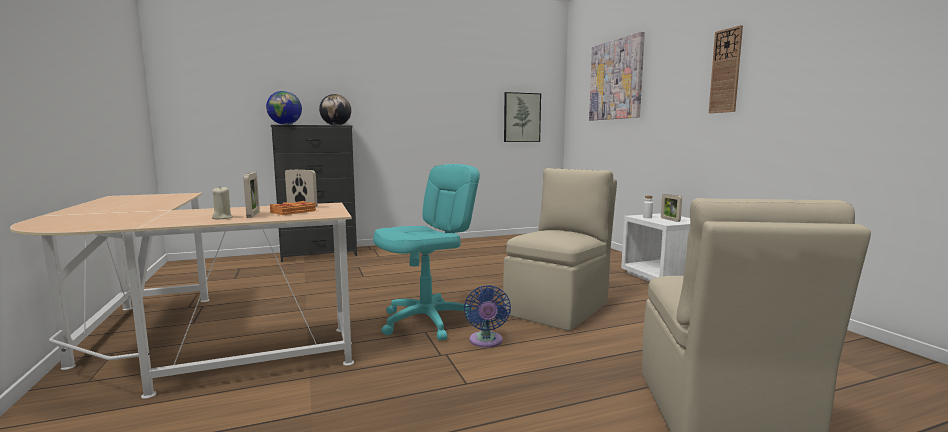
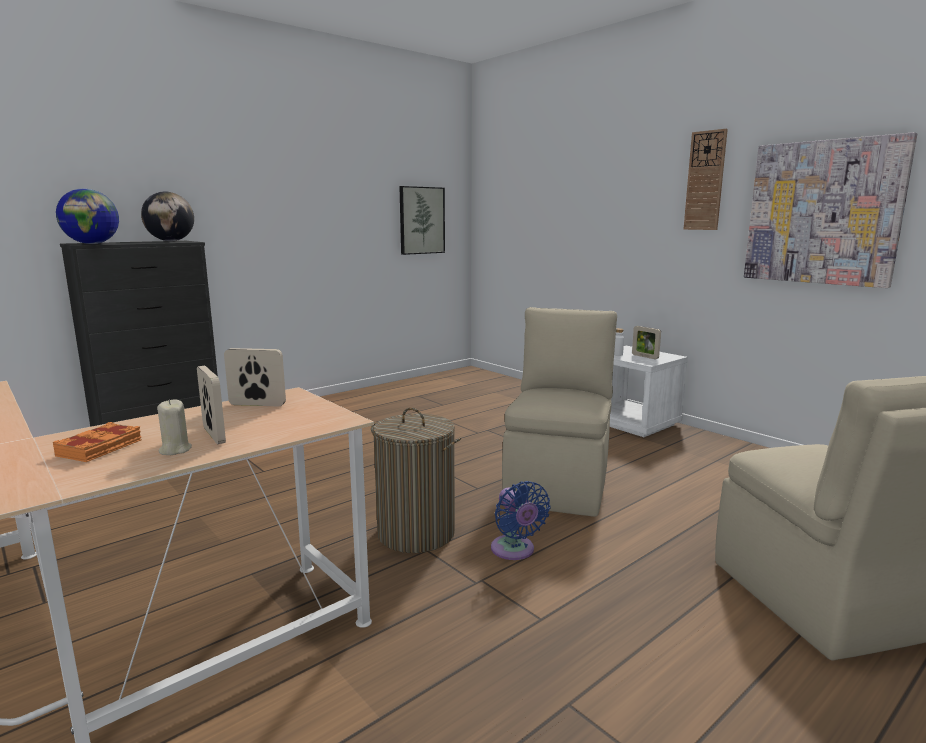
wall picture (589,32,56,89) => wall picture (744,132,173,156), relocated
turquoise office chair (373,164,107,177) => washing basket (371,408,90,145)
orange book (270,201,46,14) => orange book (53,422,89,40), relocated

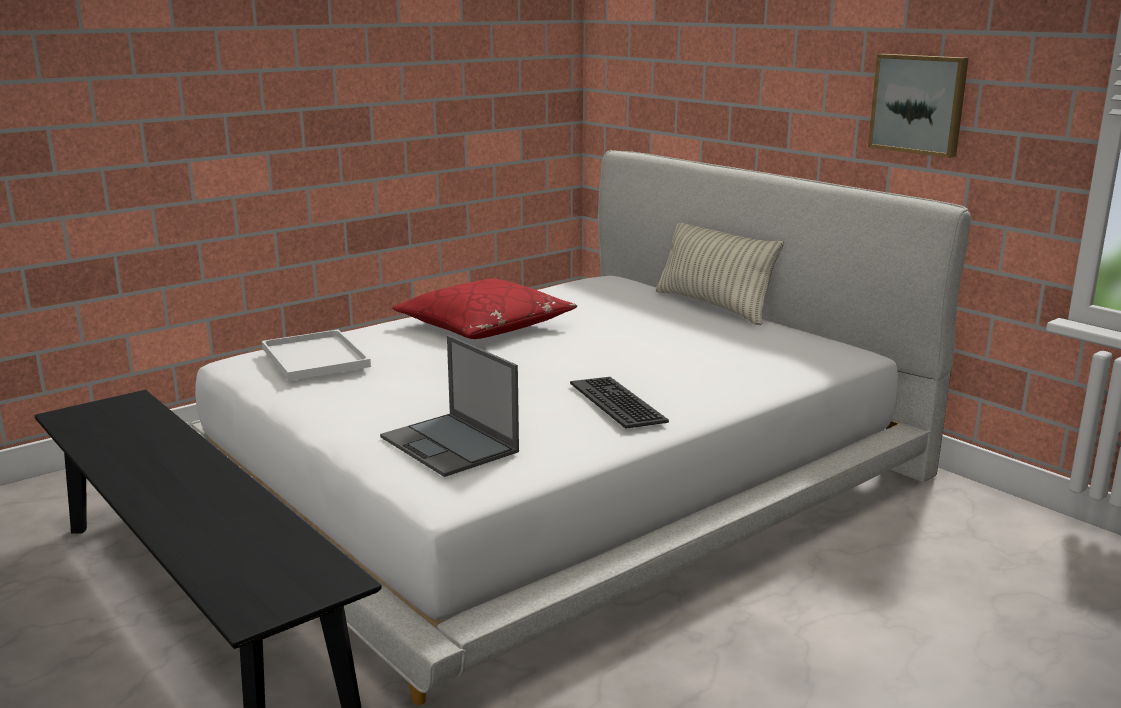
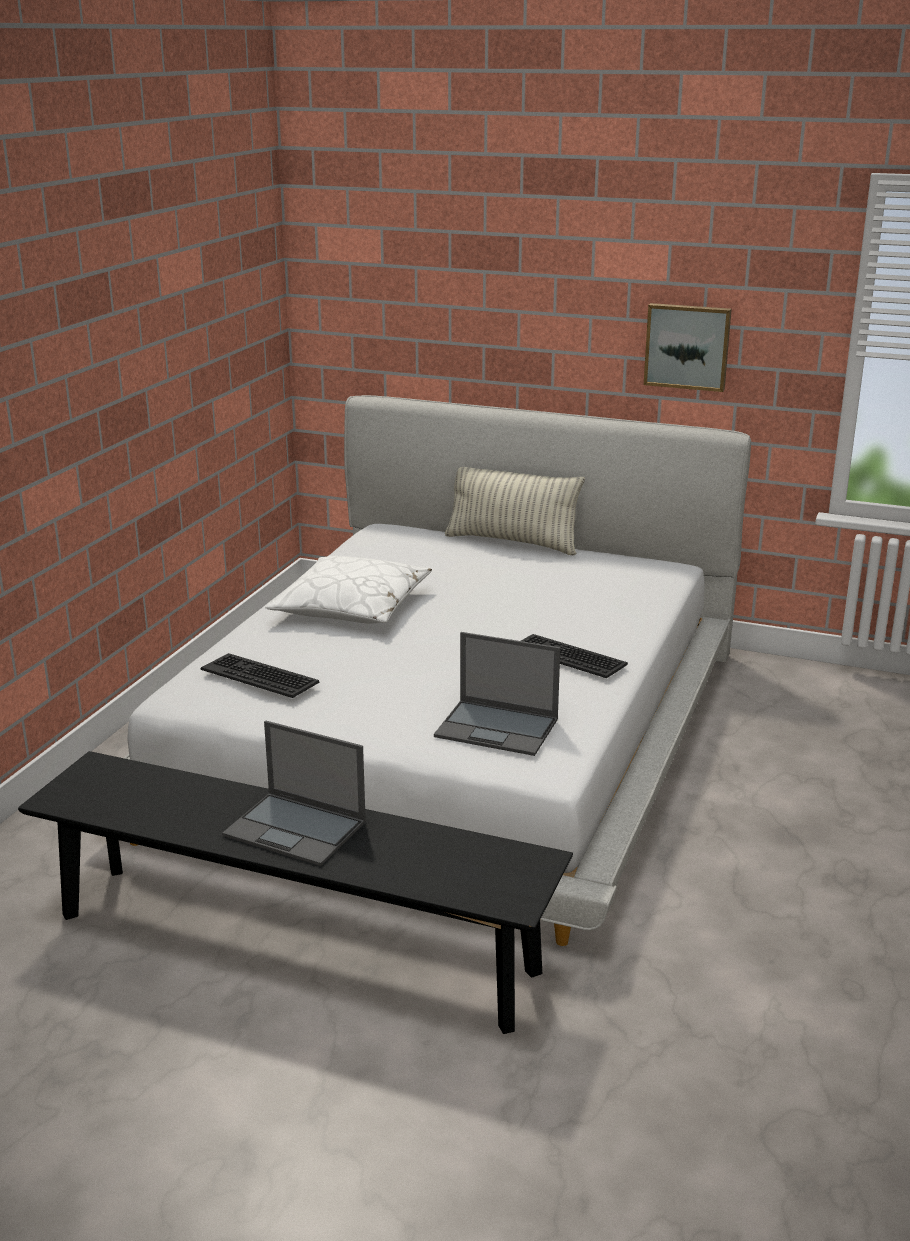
reddish cushion (392,279,185,60) => whitish cushion (265,556,167,67)
whitish carrying tray (262,330,109,51) => PC keyboard (201,653,118,45)
nothing => laptop (222,721,144,145)

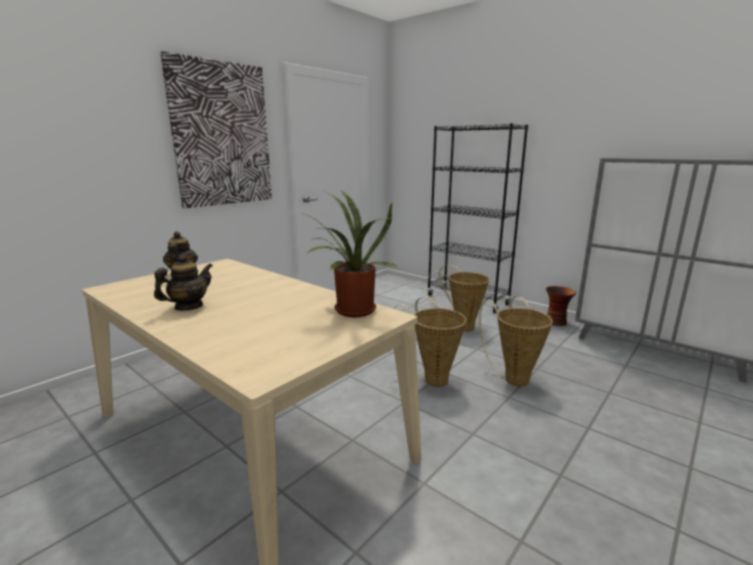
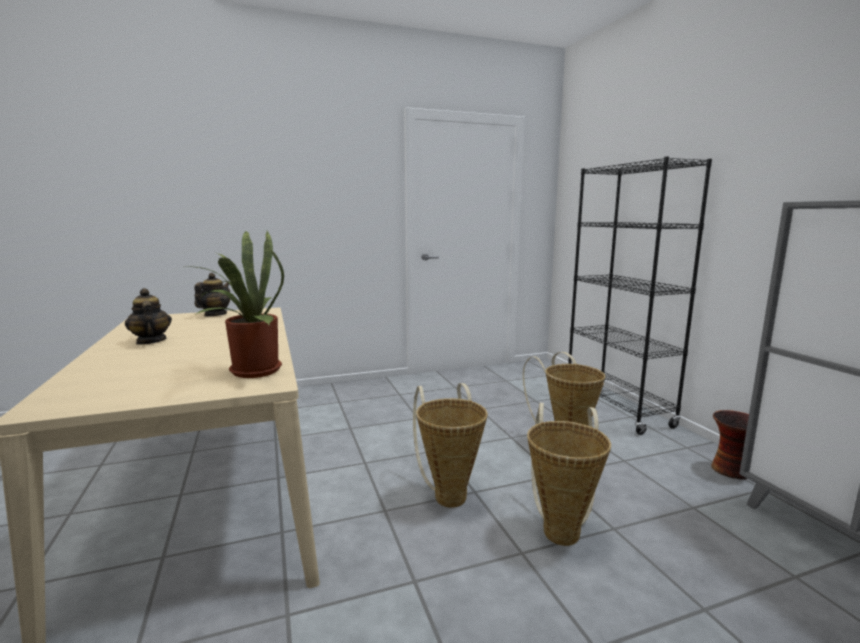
wall picture (160,51,112,157) => nothing
pot for tea (154,254,59,57) => pot for tea (125,288,47,57), 105 degrees counterclockwise

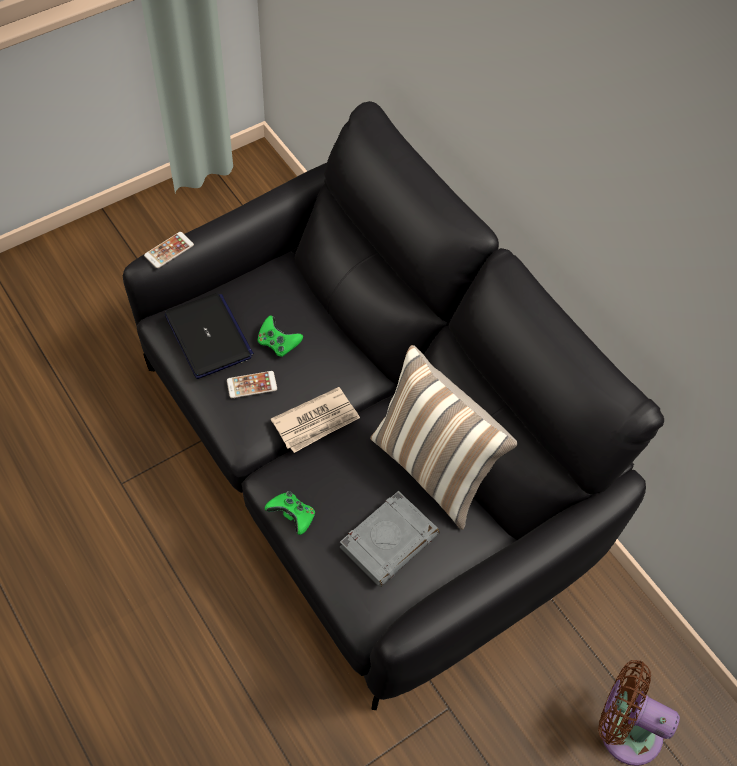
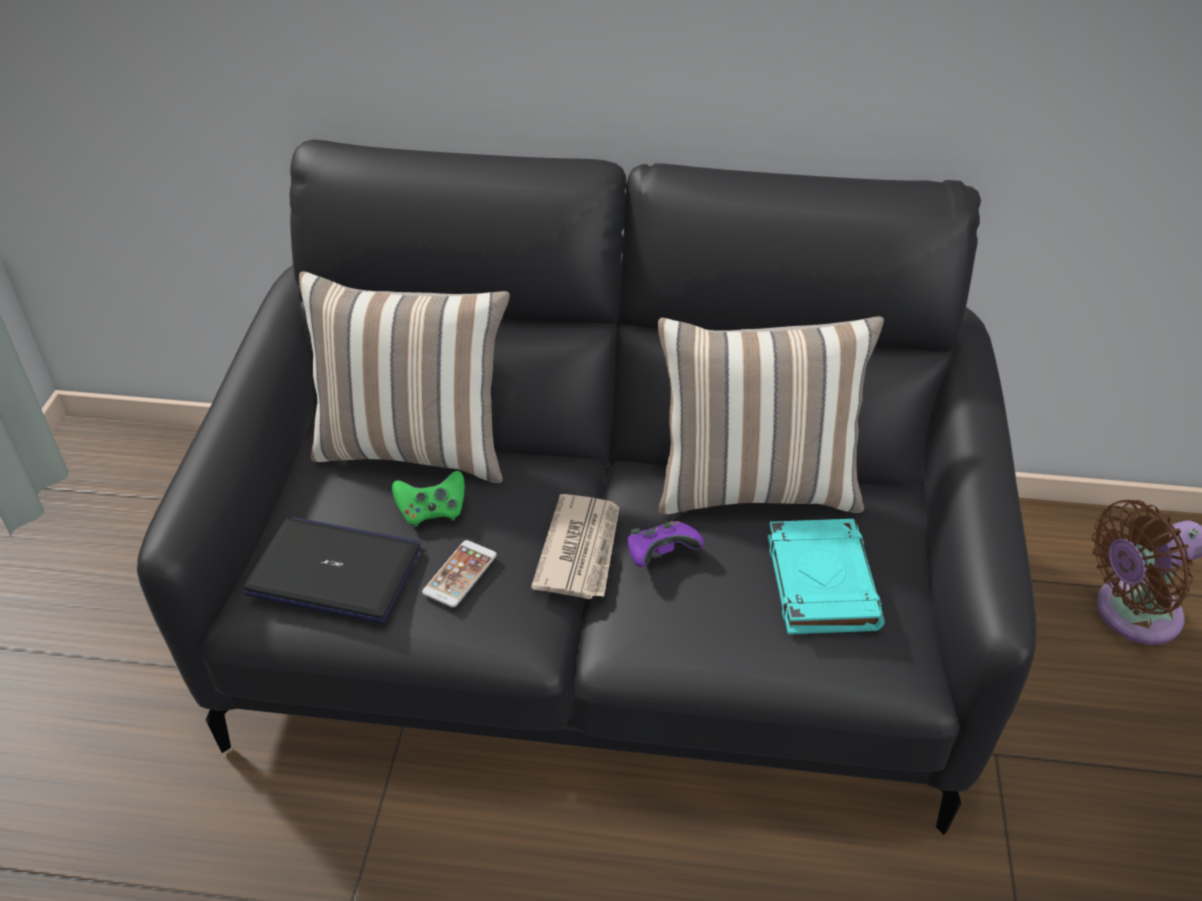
handset (144,232,50,36) => nothing
green-coloured gamepad (265,491,50,44) => nothing
gray book (340,491,99,96) => turquoise book (768,519,117,115)
nothing => cushion (299,271,211,212)
nothing => purplish gamepad (627,521,77,46)

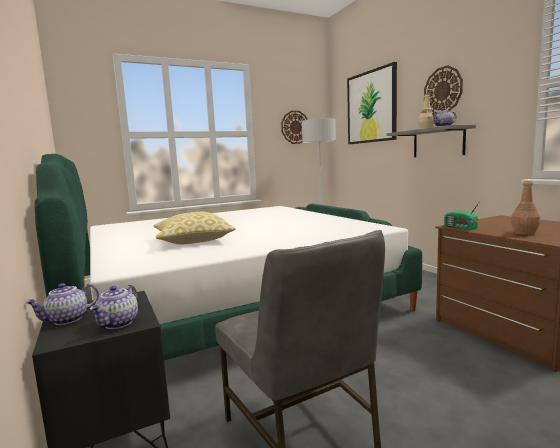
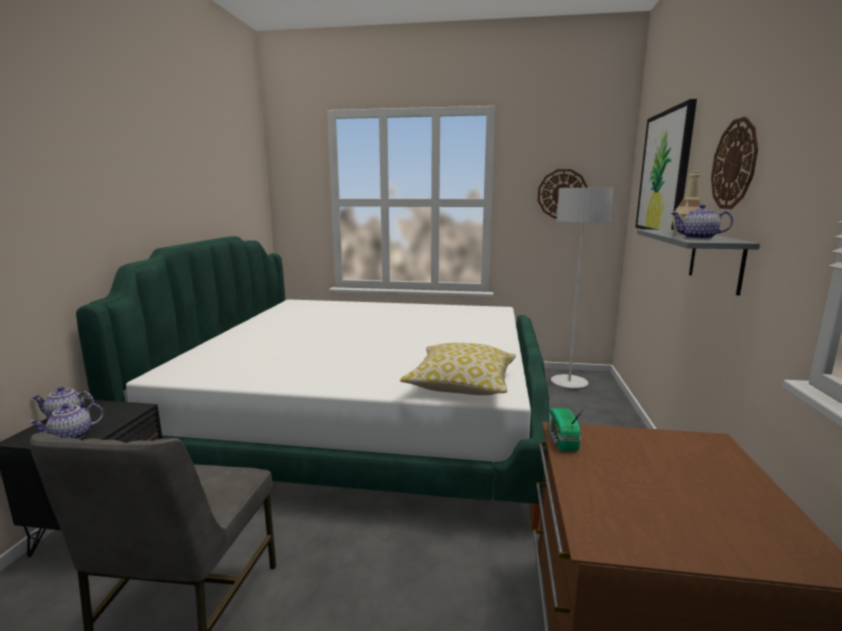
brown drink bottle (511,180,29,55) => nothing
cushion (153,212,83,32) => cushion (400,343,116,52), relocated

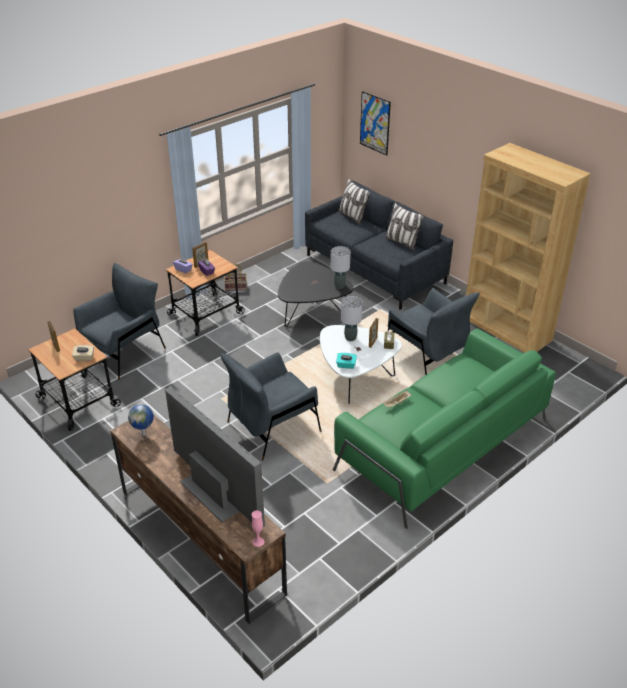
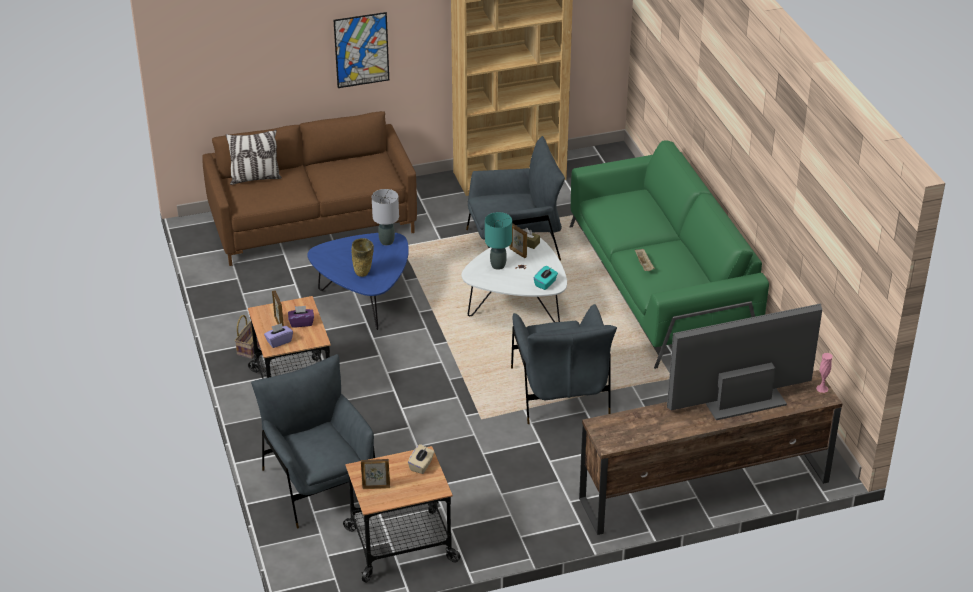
wall picture (360,91,31,65) => wall picture (333,12,56,76), relocated
gray couch (305,180,148,130) => brown couch (202,111,215,155)
cushion (385,203,39,47) => nothing
black lounge table (278,261,75,66) => bluish lounge table (307,233,102,97)
gray tabletop lamp (341,296,22,45) => turquoise tabletop lamp (485,212,27,58)
globe (128,404,26,32) => nothing
nothing => beige decorative vase (352,238,22,39)

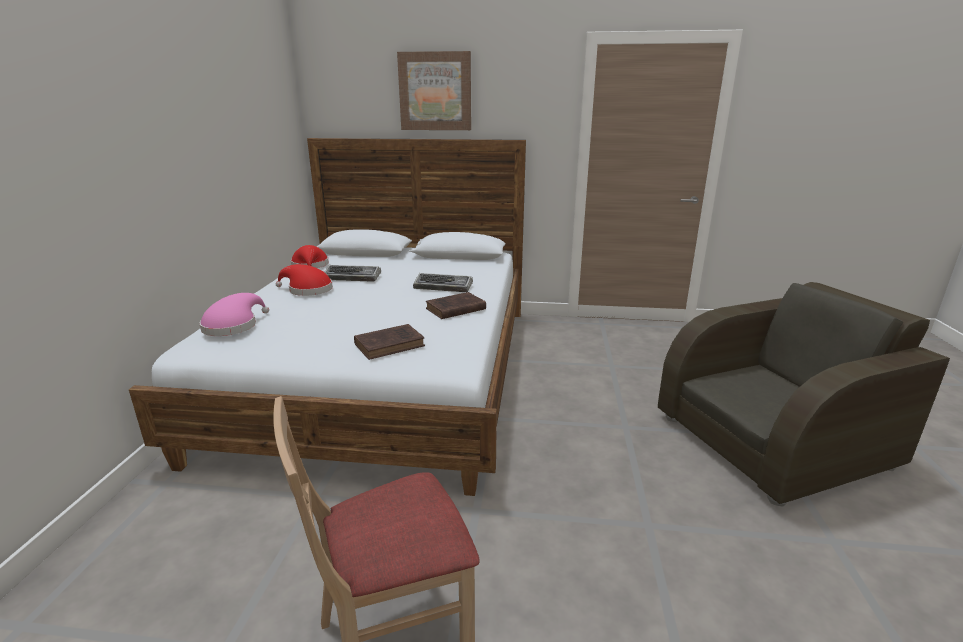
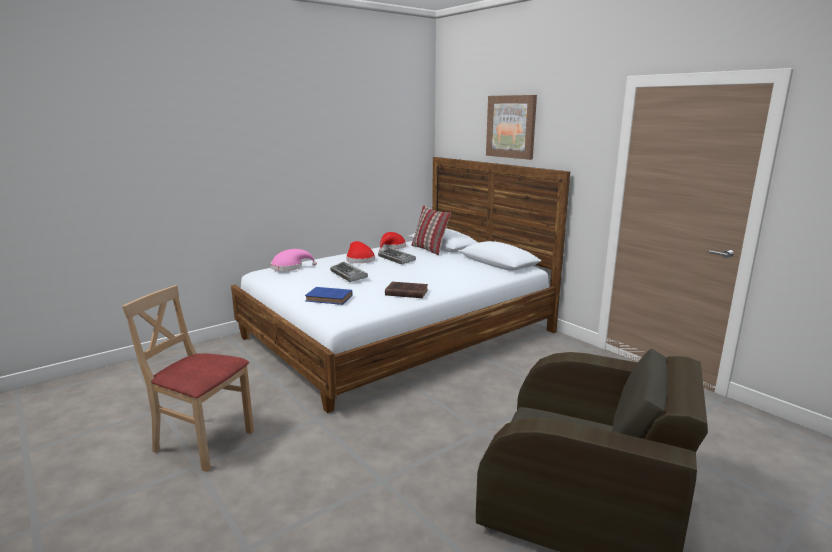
PC keyboard (413,273,60,19) => PC keyboard (330,262,38,20), relocated
brown book (354,324,71,36) => bluish book (305,287,47,18)
nothing => cushion (411,205,40,50)

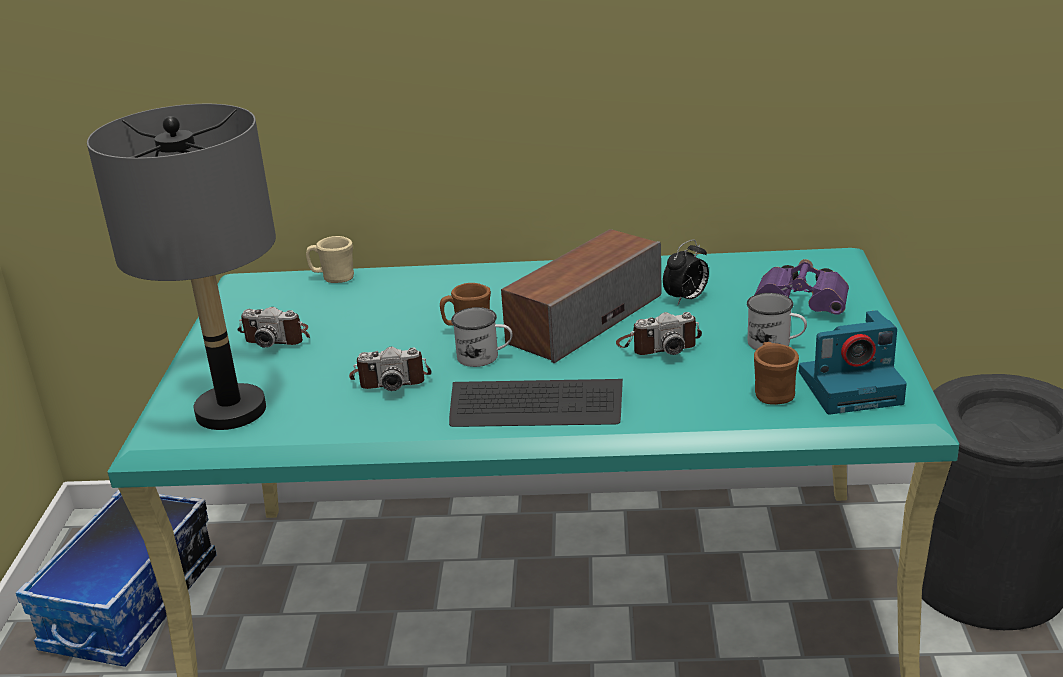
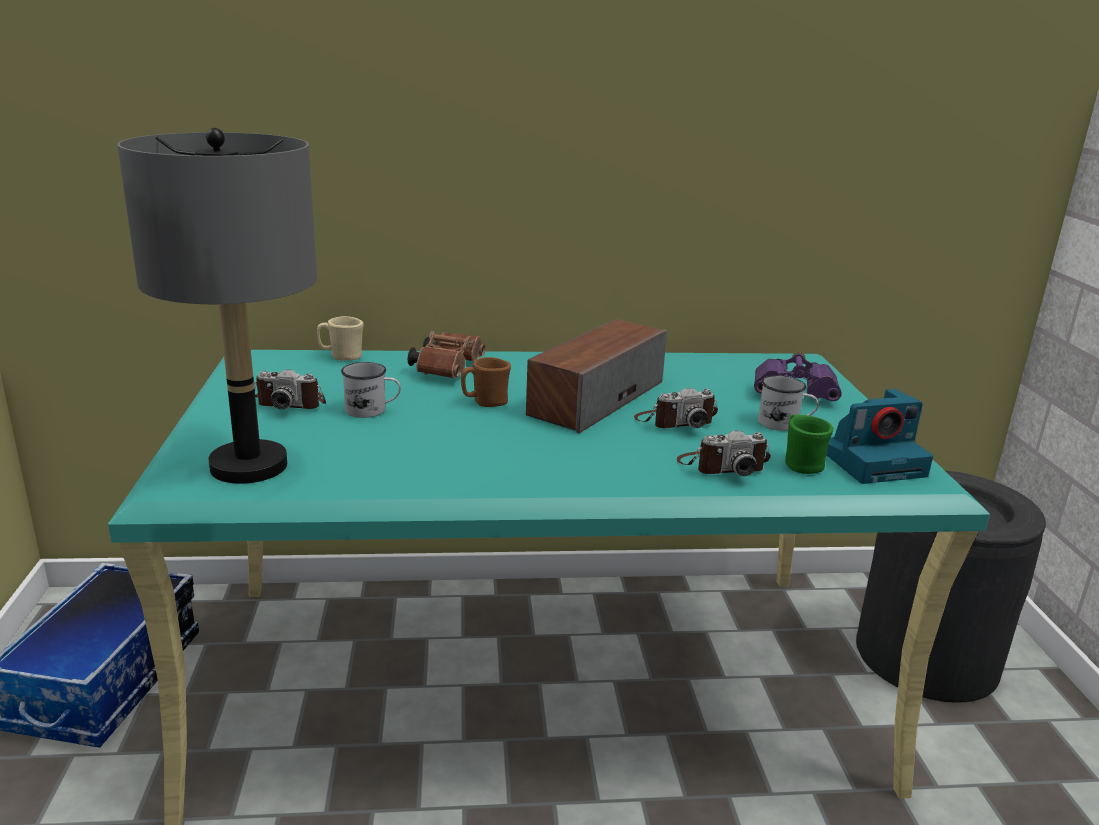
alarm clock (663,239,46,66) => nothing
whitish tea mug (451,307,62,60) => whitish tea mug (341,362,60,56), relocated
brown tea mug (754,342,45,63) => green-coloured tea mug (785,415,48,59)
photo camera (349,347,82,44) => photo camera (677,430,94,46), relocated
PC keyboard (449,379,174,48) => nothing
nothing => brown binoculars (408,331,78,48)

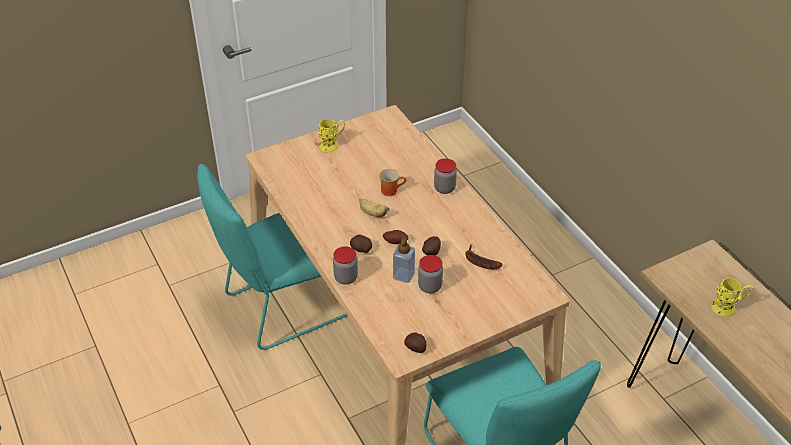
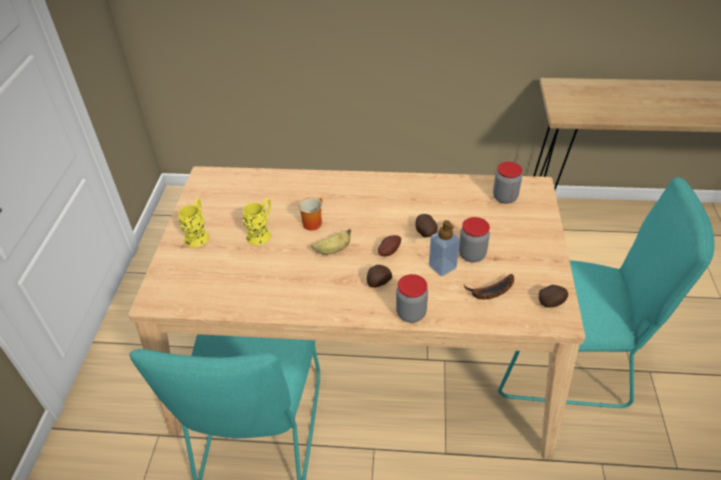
jar (434,158,23,36) => jar (493,162,29,42), relocated
whole banana (465,244,37,26) => whole banana (464,274,50,25), relocated
yellow tea mug (711,278,42,39) => yellow tea mug (243,198,28,47), relocated

